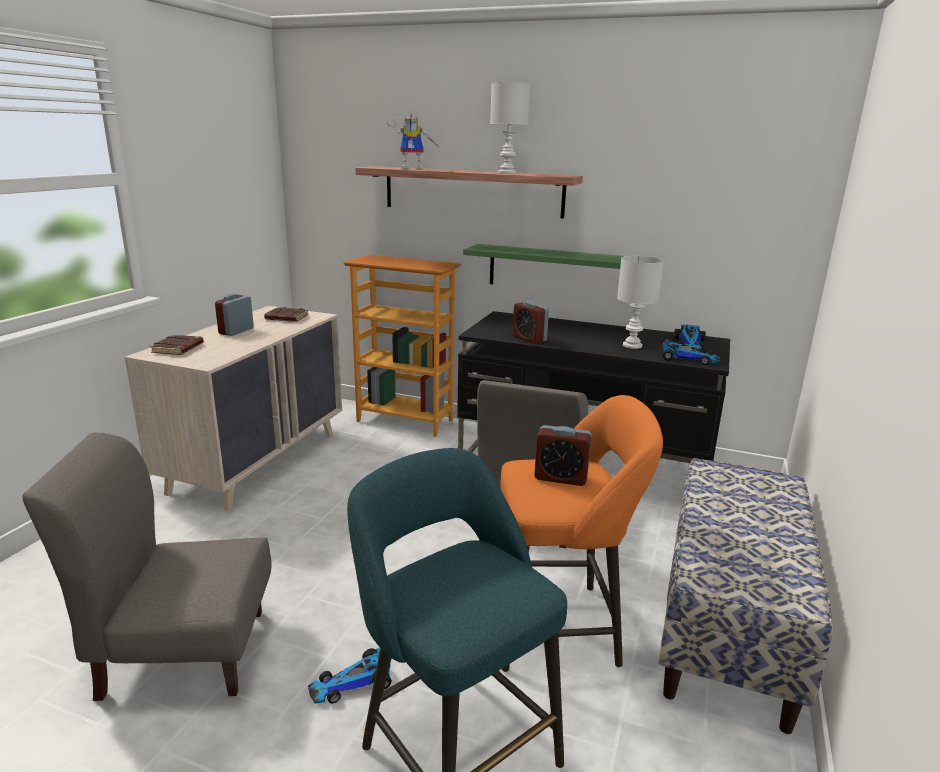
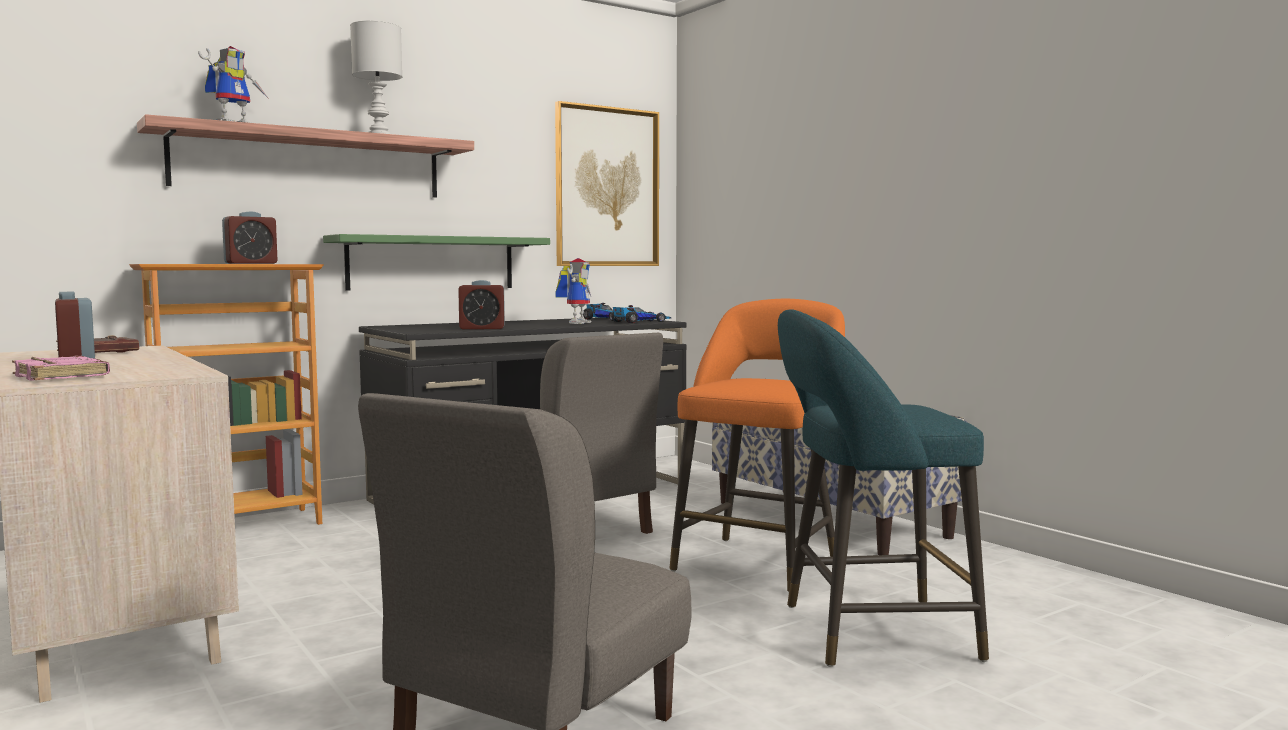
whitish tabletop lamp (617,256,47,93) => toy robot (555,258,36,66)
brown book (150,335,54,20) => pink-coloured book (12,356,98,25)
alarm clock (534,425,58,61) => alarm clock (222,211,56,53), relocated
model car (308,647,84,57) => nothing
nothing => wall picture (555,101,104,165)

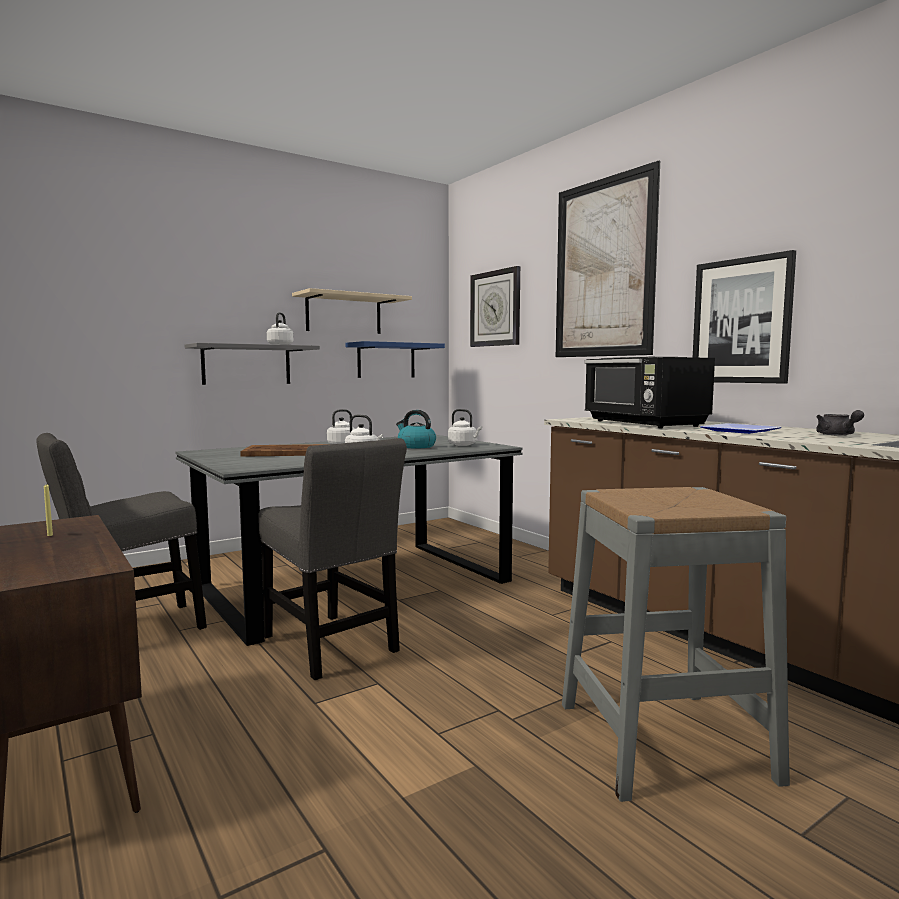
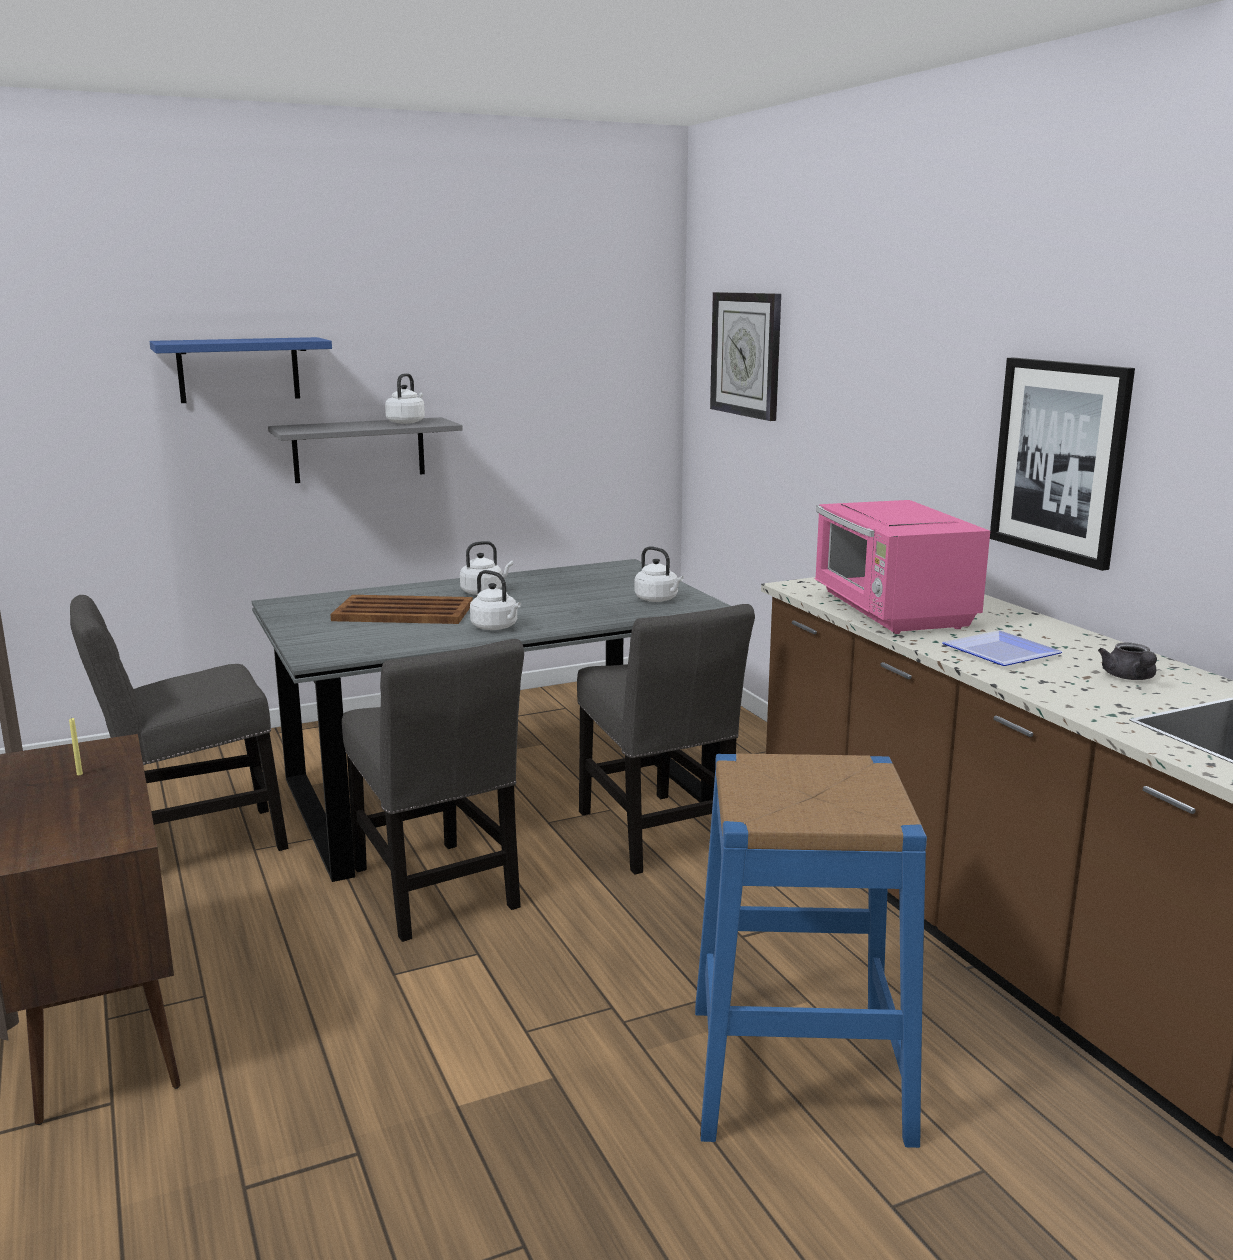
wall picture (556,161,104,196) => nothing
beige bracket shelf (292,288,120,46) => nothing
bluish bracket shelf (346,341,99,37) => bluish bracket shelf (150,337,182,66), relocated
black kitchen microwave (585,357,130,71) => pink-coloured kitchen microwave (814,500,176,134)
water kettle (396,410,40,38) => nothing
gray stool seat (562,487,228,315) => bluish stool seat (695,754,232,394)
nothing => gray plain chair (577,604,178,270)

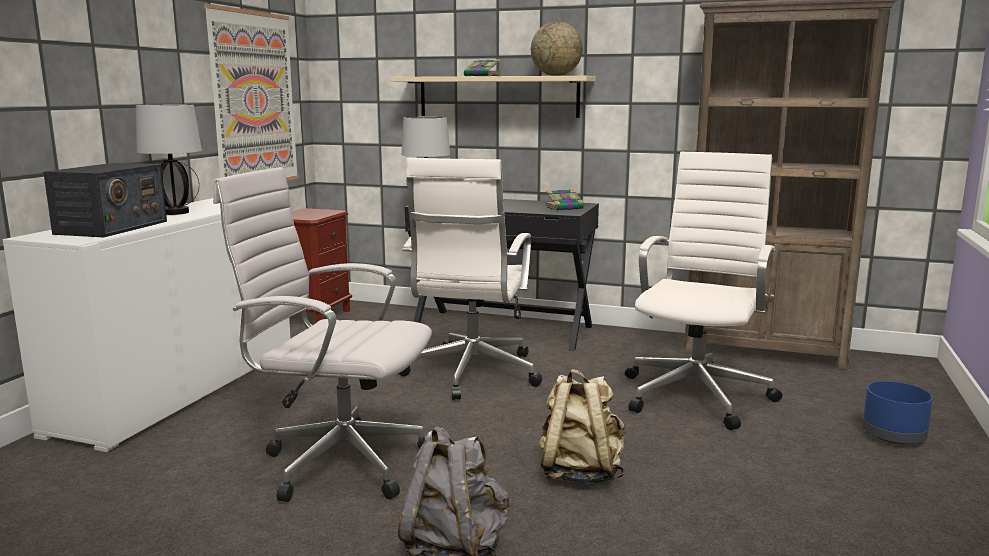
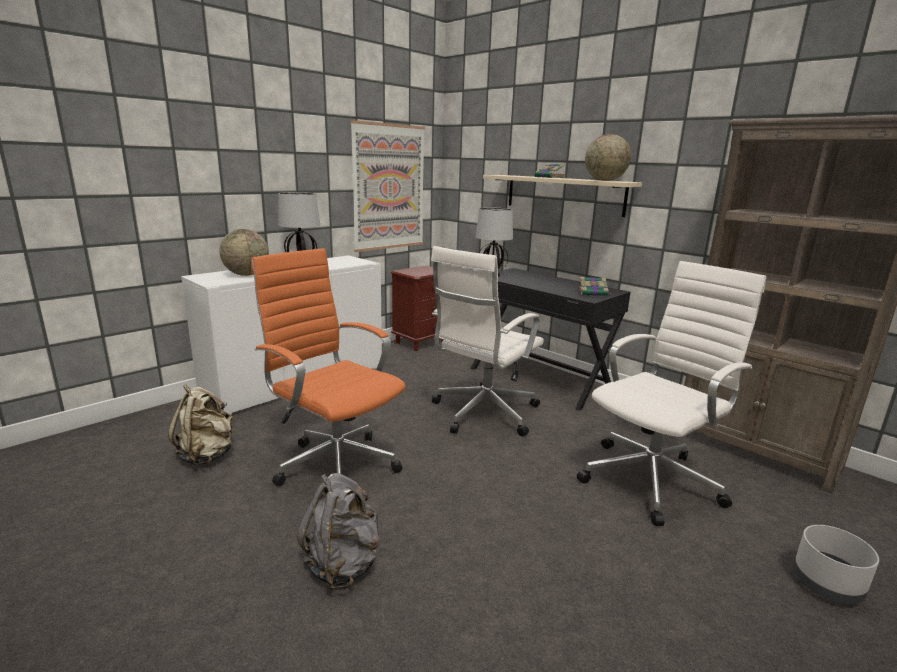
radio receiver (43,163,124,74) => globe (220,229,49,47)
whitish office chair (213,167,219,335) => orange office chair (251,248,155,238)
beige rucksack (539,369,87,115) => beige rucksack (168,384,67,81), relocated
bluish planter (862,381,71,63) => gray planter (793,525,86,79)

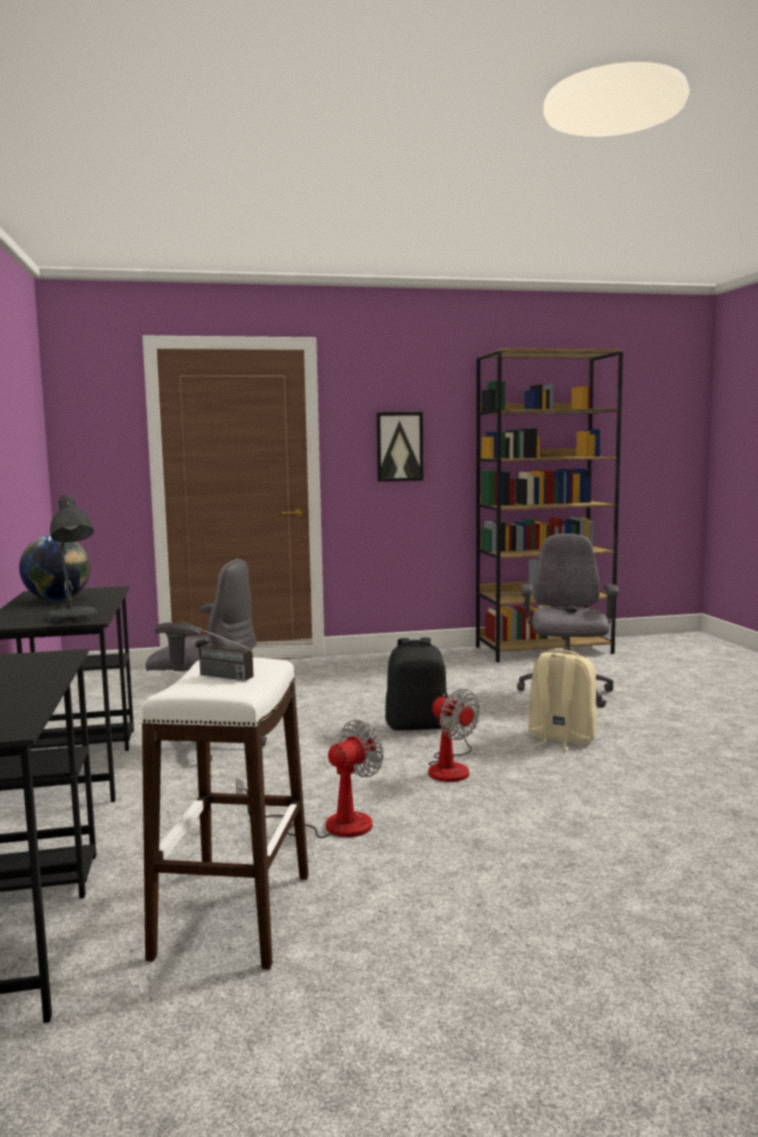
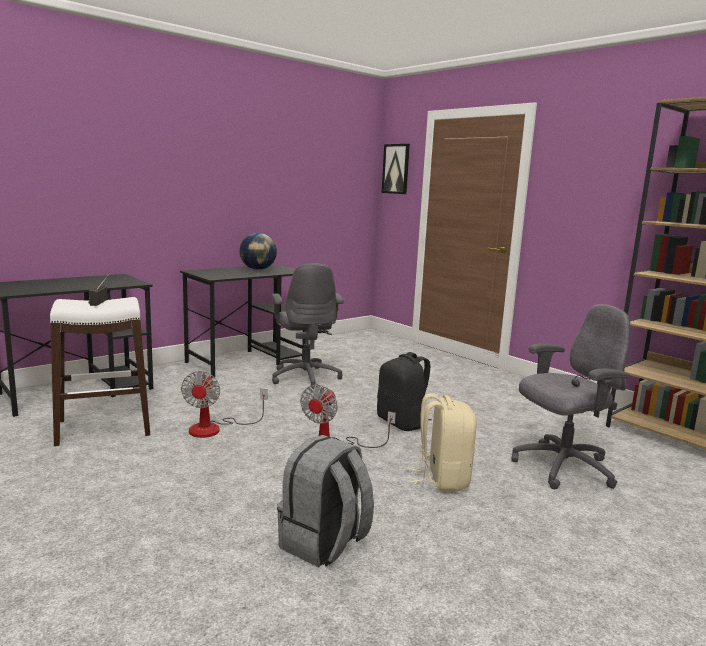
wall picture (376,412,47,70) => wall picture (382,144,28,50), relocated
gray tabletop lamp (46,495,51,127) => nothing
electric fan (236,720,148,118) => electric fan (181,371,87,67), 75 degrees clockwise
nothing => gray rucksack (277,435,97,132)

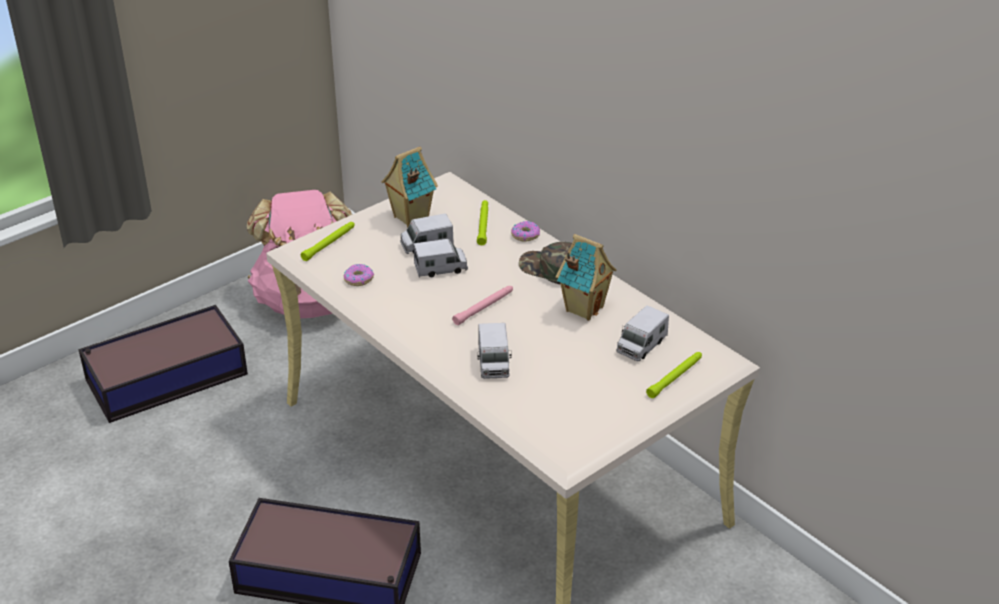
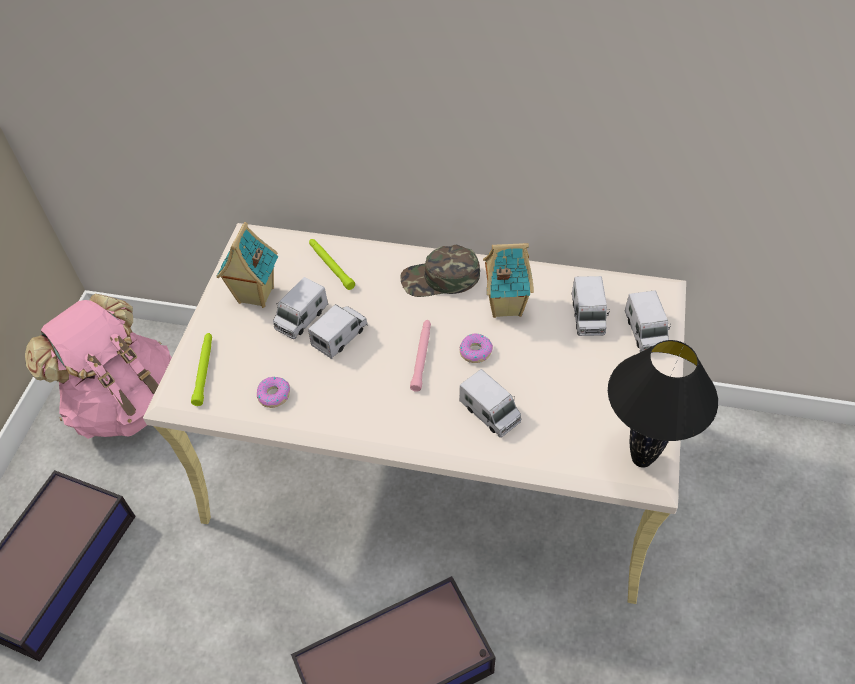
ring doughnut (511,221,29,21) => ring doughnut (460,334,33,29), relocated
green-coloured hand torch (646,352,56,46) => toy lorry (625,290,46,62)
nothing => black tabletop lamp (608,340,110,128)

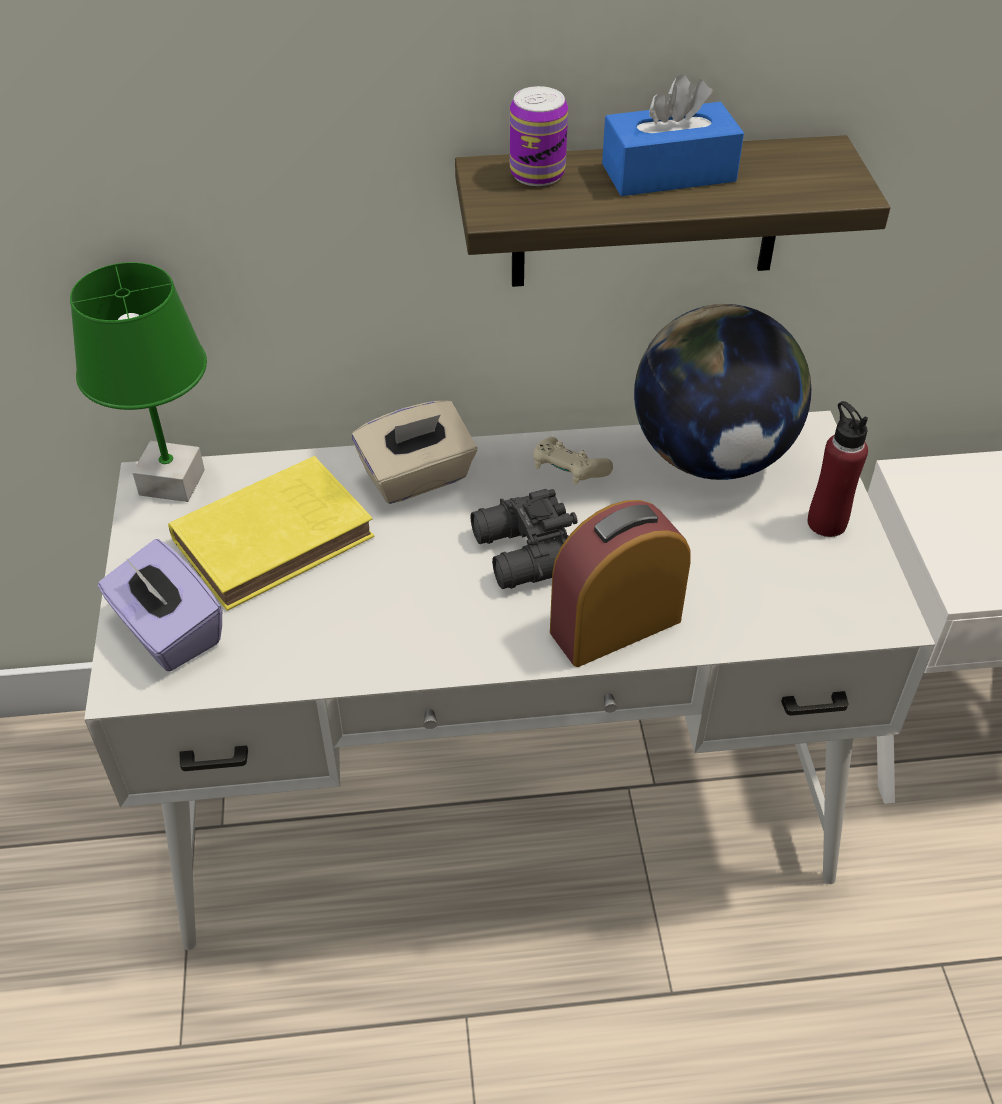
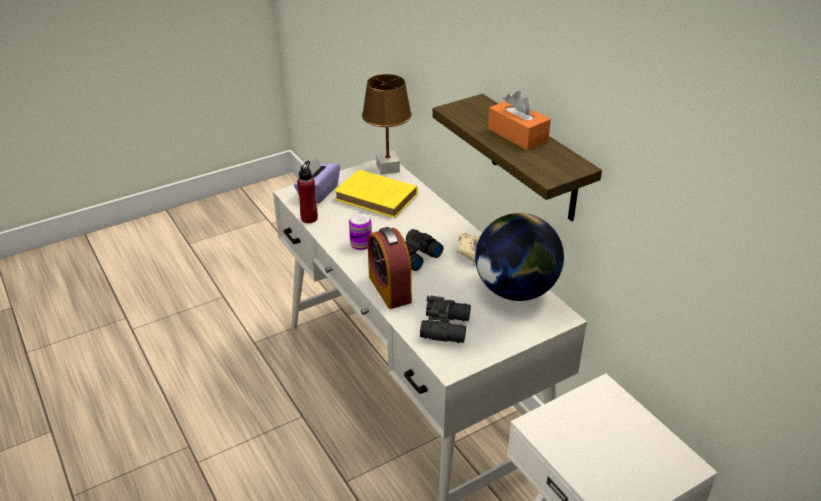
bluish box of tissues (602,74,142,122) => orange box of tissues (488,91,63,59)
metal can (510,86,58,100) => metal can (349,213,23,37), relocated
green-coloured tabletop lamp (70,262,137,240) => brown tabletop lamp (362,74,50,101)
beige box of tissues (352,401,125,103) => nothing
reddish drink bottle (807,401,61,136) => reddish drink bottle (297,161,21,62), relocated
alarm clock (550,500,141,167) => alarm clock (368,227,44,82), 150 degrees counterclockwise
nothing => black binoculars (420,295,51,48)

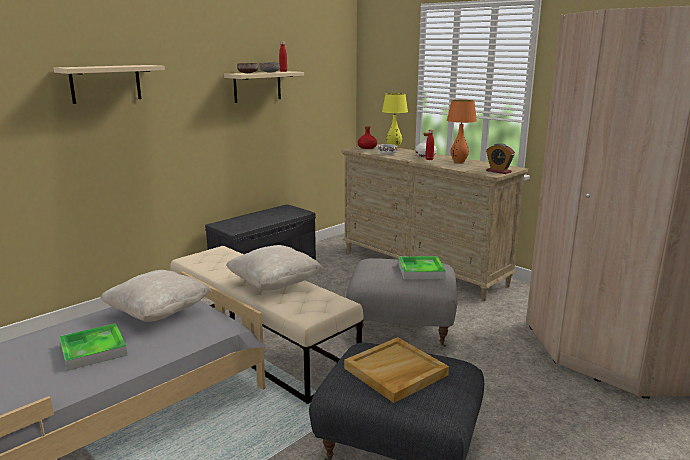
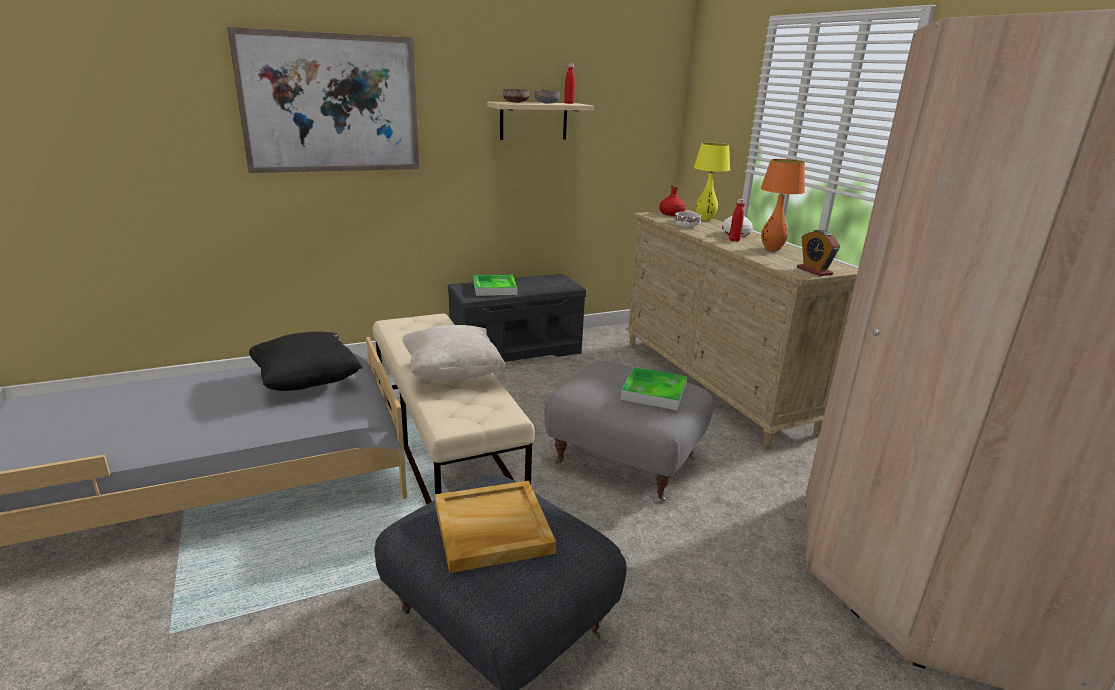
beige bracket shelf (53,65,112,39) => wall picture (227,27,192,146)
beige cushion (101,270,111,52) => black cushion (249,332,114,59)
carrying tray (59,323,68,48) => carrying tray (473,275,44,21), relocated

